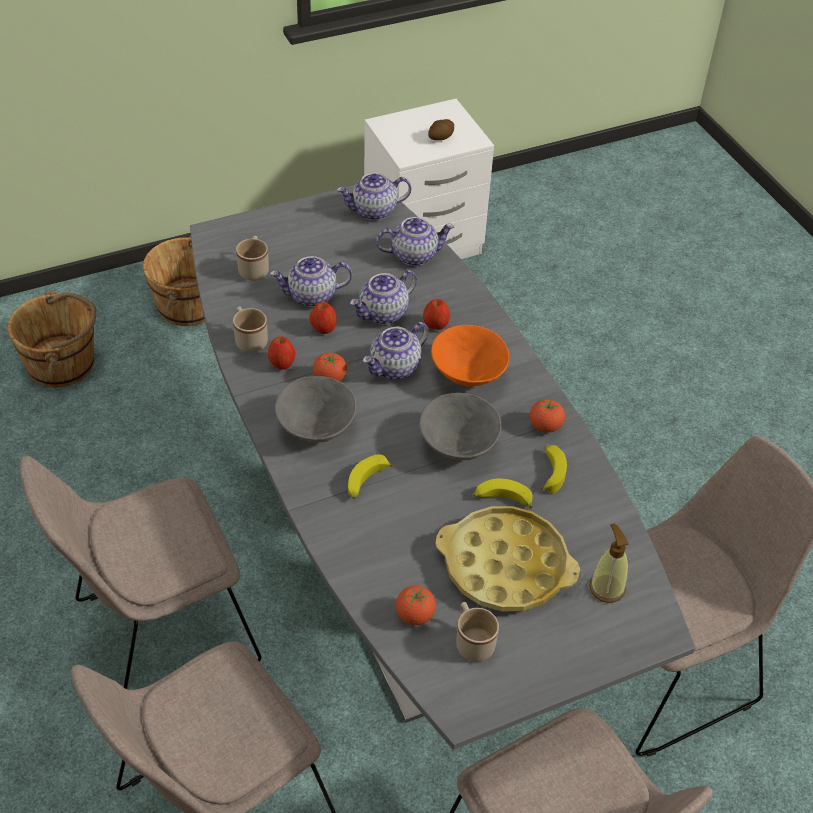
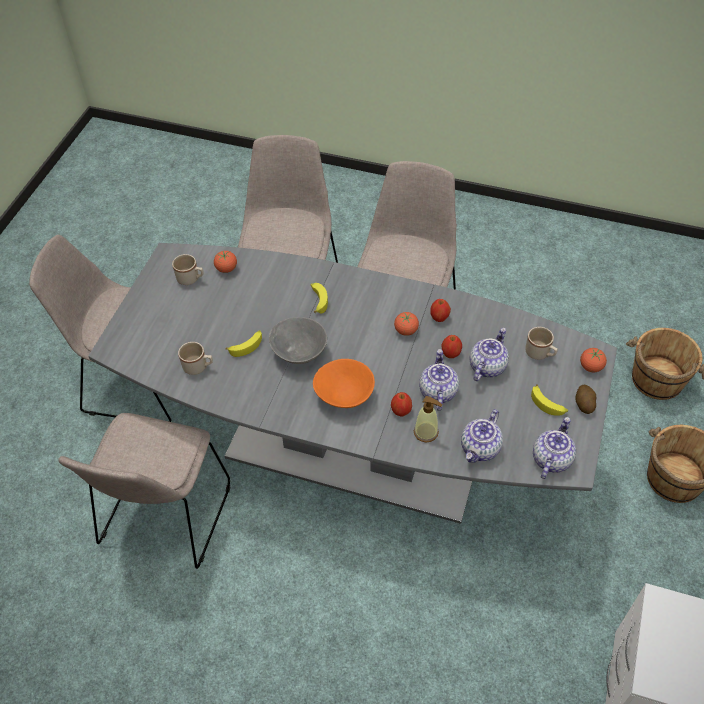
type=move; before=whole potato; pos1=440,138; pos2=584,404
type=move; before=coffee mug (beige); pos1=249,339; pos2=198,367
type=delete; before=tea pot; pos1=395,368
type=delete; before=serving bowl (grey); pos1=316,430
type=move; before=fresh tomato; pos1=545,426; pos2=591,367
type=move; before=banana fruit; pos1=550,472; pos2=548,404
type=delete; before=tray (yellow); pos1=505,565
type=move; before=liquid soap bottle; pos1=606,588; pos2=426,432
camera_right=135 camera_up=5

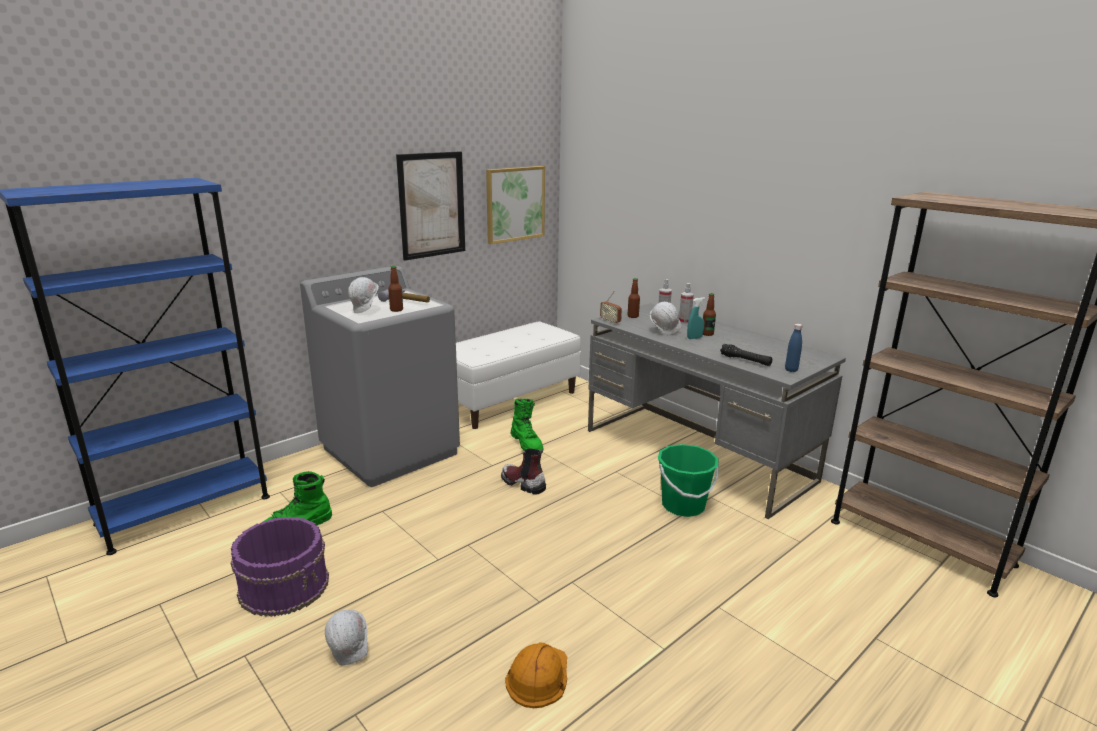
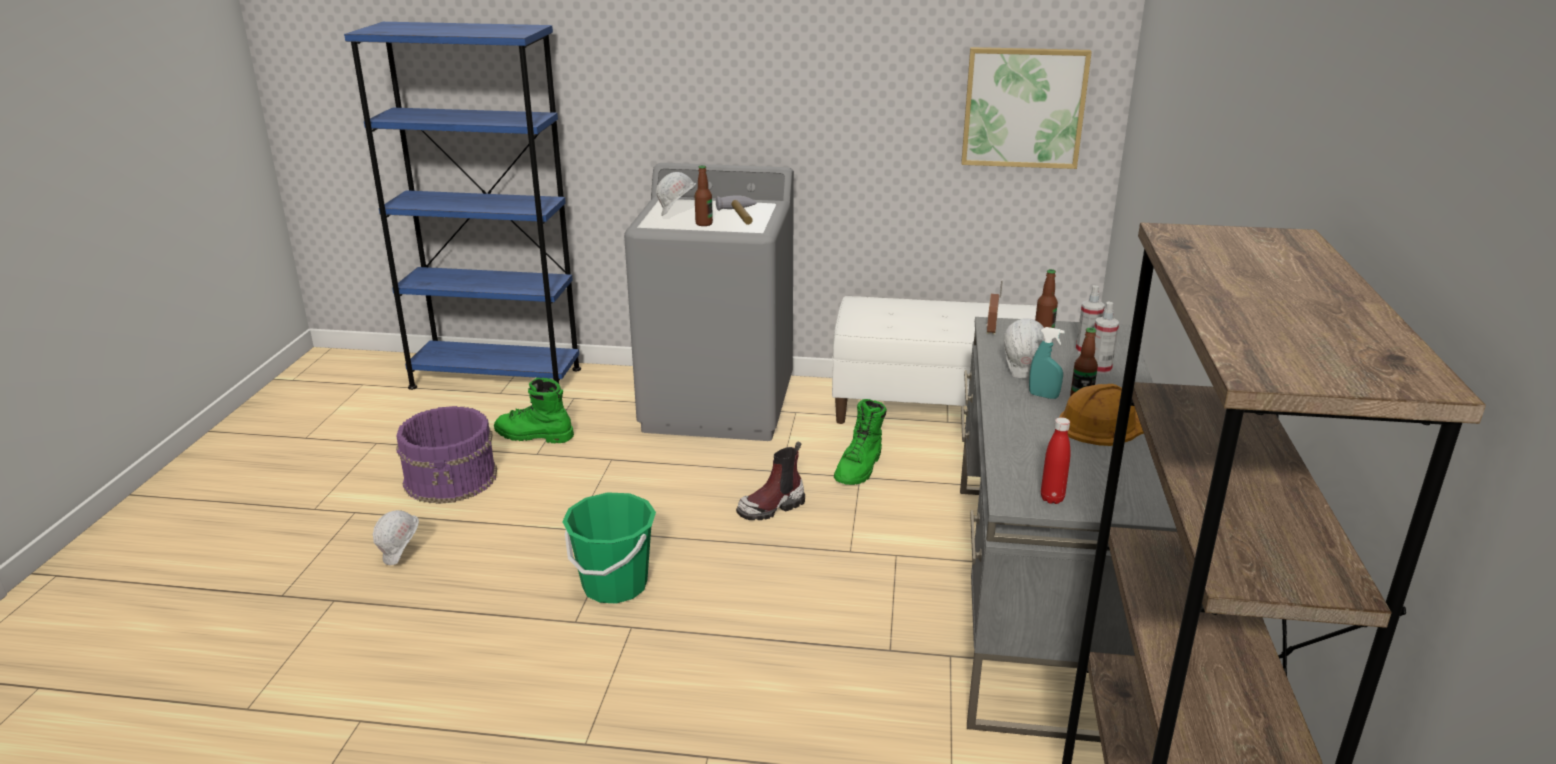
type=delete; before=wall art; pos1=432,205
type=recolor; before=drink bottle (bluish); after=drink bottle (red); pos1=791,370; pos2=1052,498
type=delete; before=hand torch (black-coloured); pos1=745,360
type=move; before=water bucket (green); pos1=683,506; pos2=614,585
type=rotate; before=tall boot; pos1=522,483; pos2=772,507; turn=-120
type=move; before=hard hat (orange-coloured); pos1=538,676; pos2=1103,424
camera_right=50 camera_up=5

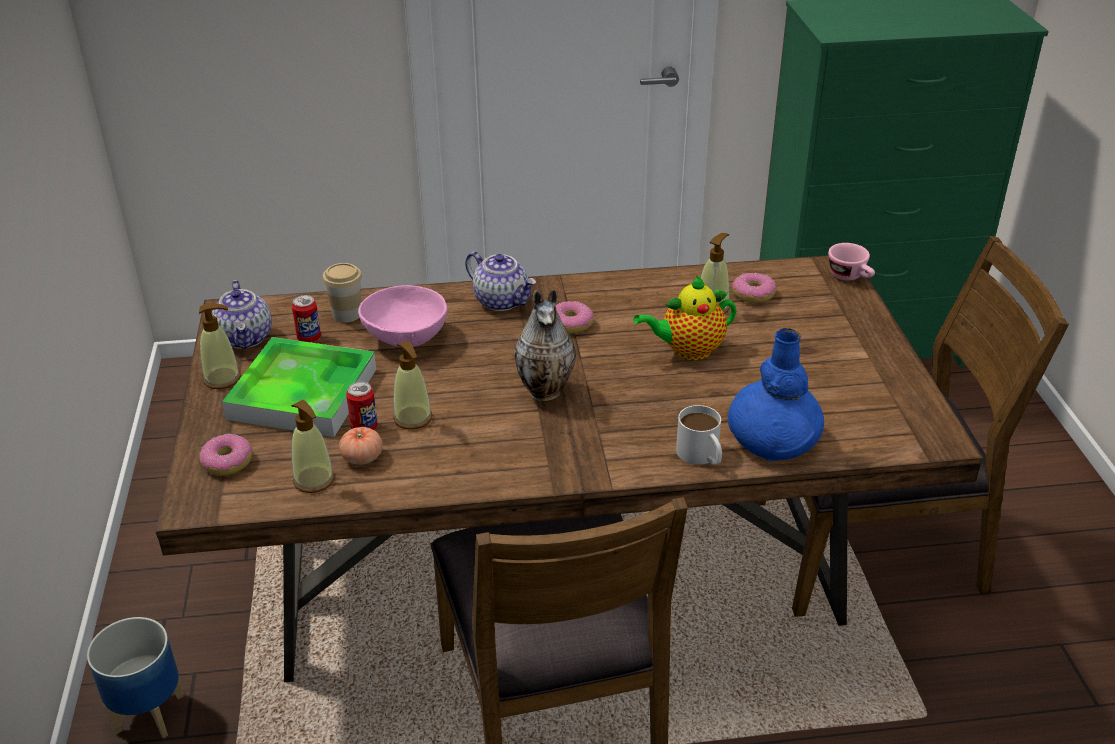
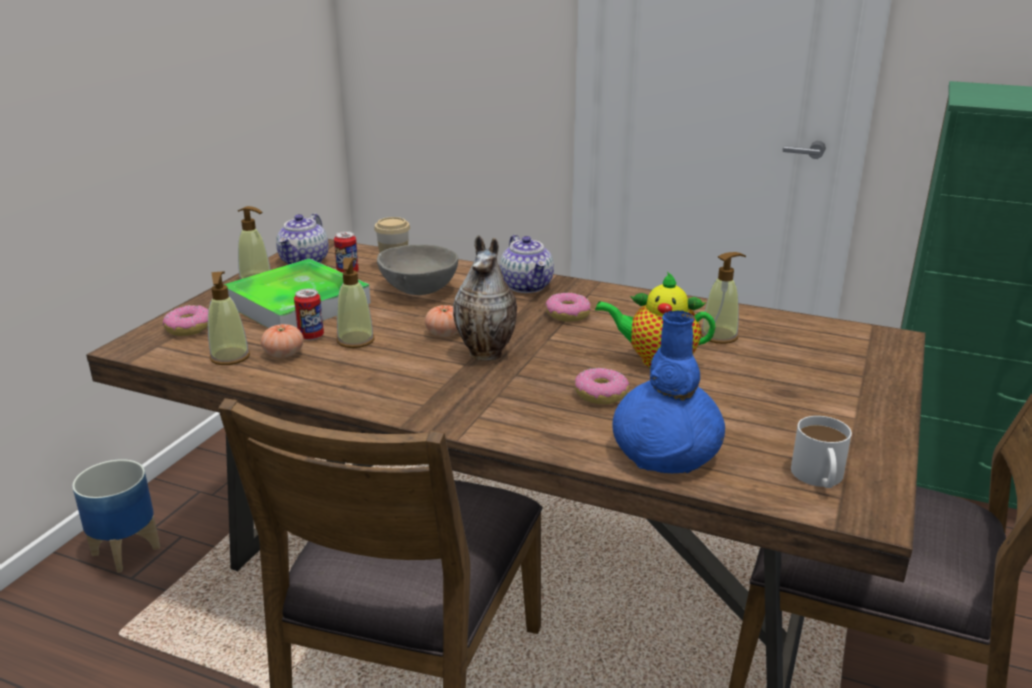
type=delete; before=small cup (pink); pos1=850,277
type=move; before=donut; pos1=753,294; pos2=601,395
type=recolor; before=serving bowl (pink); after=serving bowl (grey); pos1=407,338; pos2=419,291
type=move; before=coffee mug (whitish); pos1=701,456; pos2=819,478
type=insert; after=fresh tomato; pos2=445,333
camera_right=30 camera_up=-10

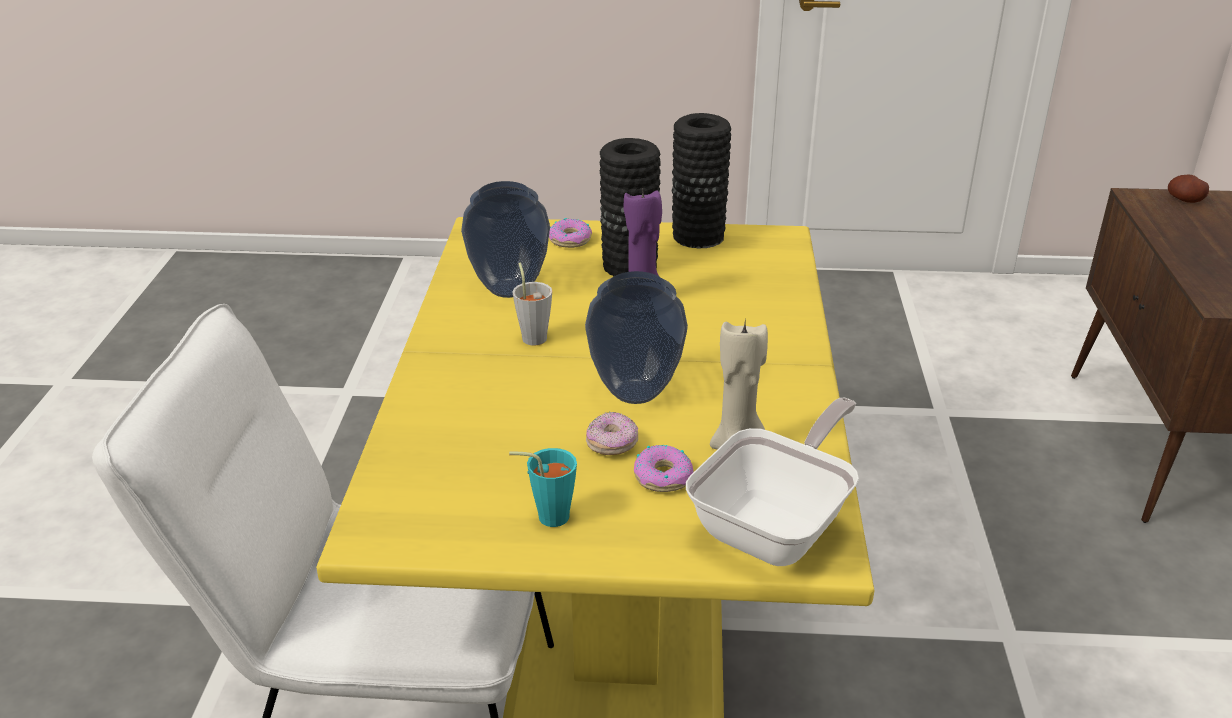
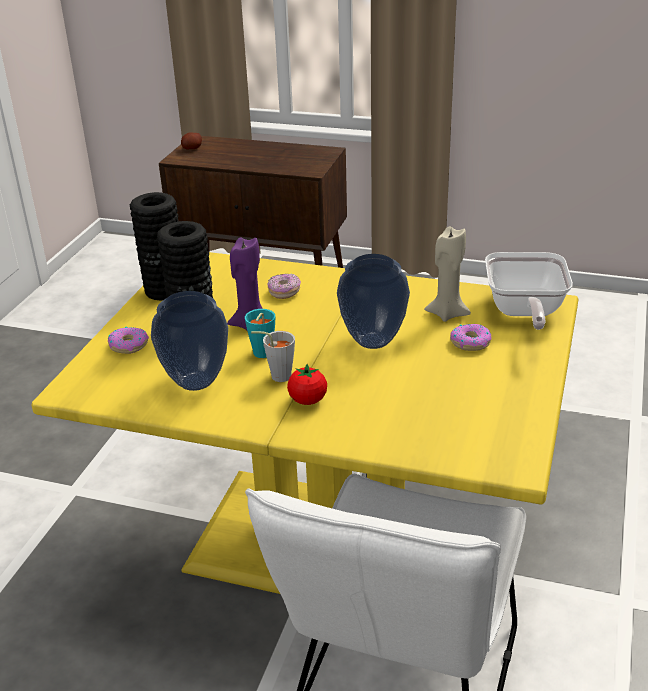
type=rotate; before=frying pan; pos1=778,526; pos2=524,312; turn=-135
type=move; before=donut; pos1=612,445; pos2=284,292
type=move; before=small cup (turquoise-coloured); pos1=546,516; pos2=261,355
type=insert; after=fresh tomato; pos2=308,400
camera_right=-75 camera_up=0

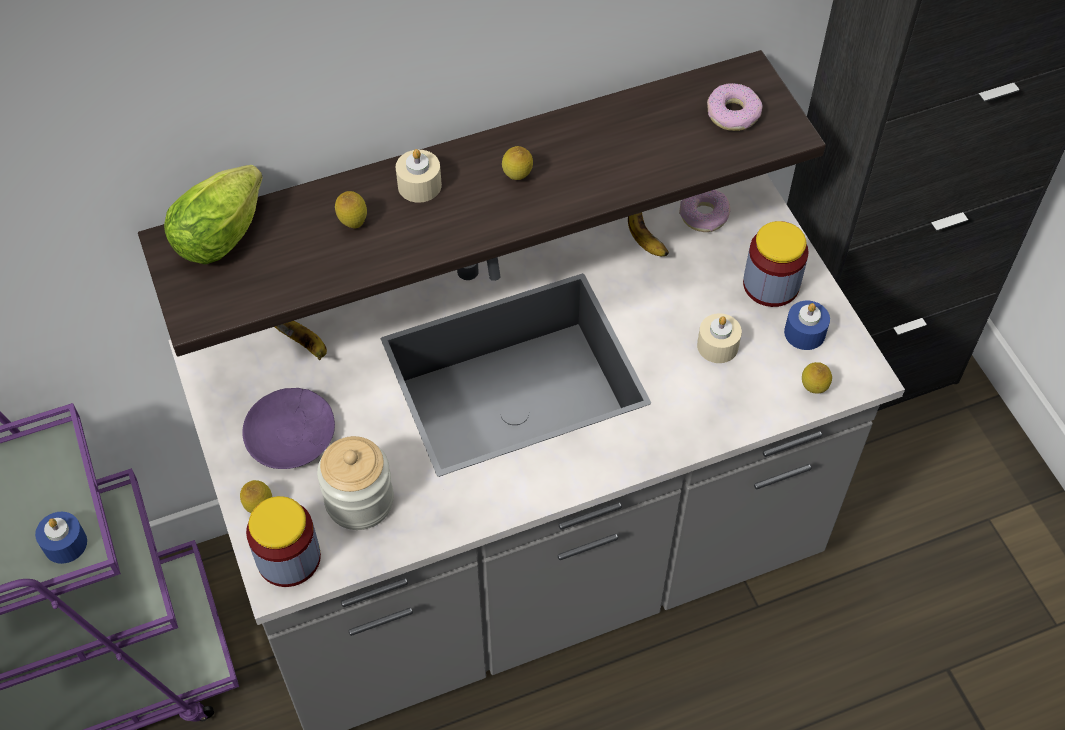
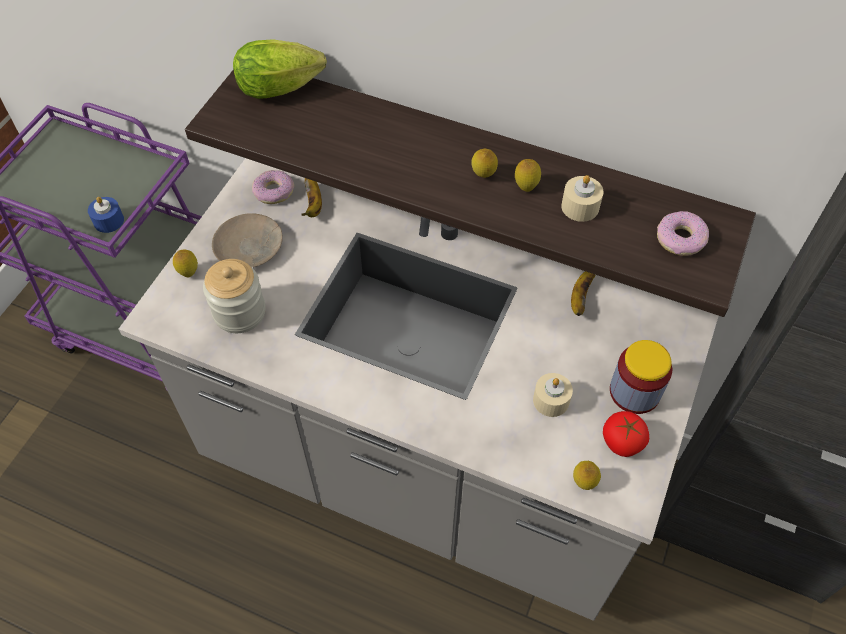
type=move; before=wax candle (beige); pos1=419,185; pos2=580,207
type=move; before=donut; pos1=703,215; pos2=273,191
type=move; before=citrus fruit; pos1=353,223; pos2=526,187
type=replace; before=wax candle (bluish); after=fresh tomato; pos1=804,333; pos2=621,441
type=recolor; before=dinner plate (purplish); after=dinner plate (beige); pos1=291,434; pos2=250,247
type=delete; before=jar; pos1=288,558
camera_right=45 camera_up=0

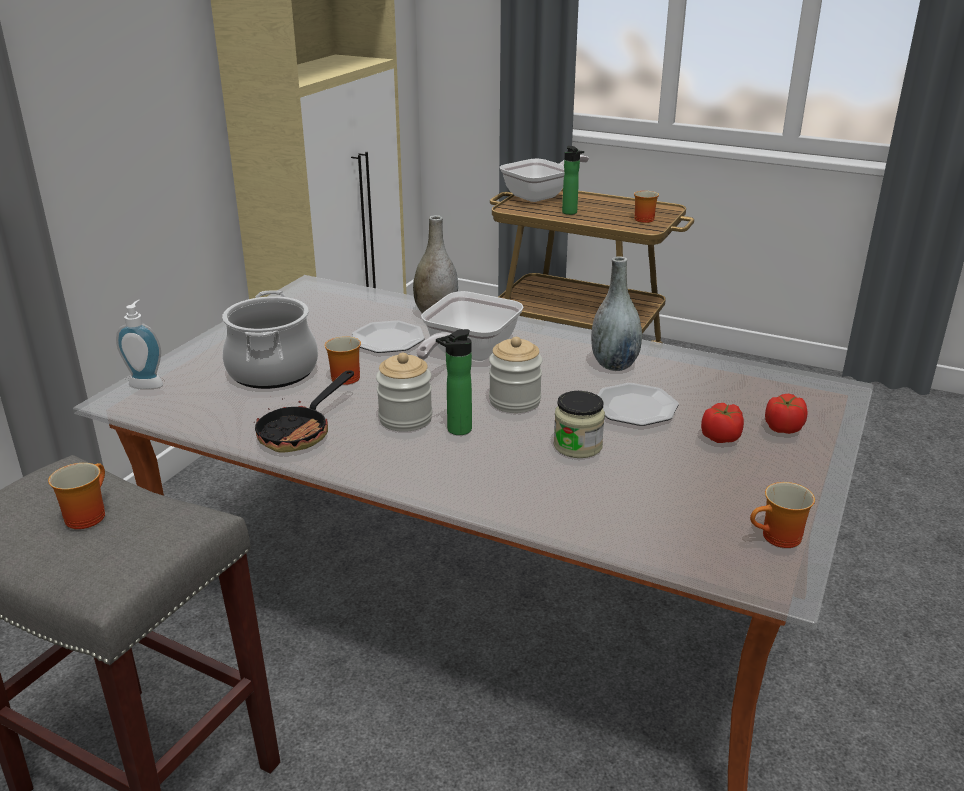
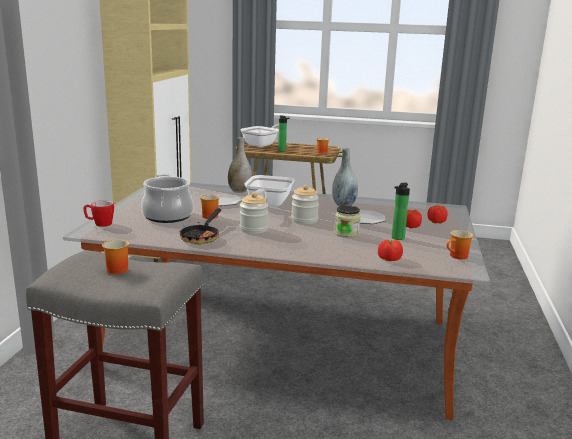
type=replace; before=liquid soap bottle; after=coffee mug; pos1=148,383; pos2=100,224
type=move; before=drink bottle; pos1=456,430; pos2=397,238
type=insert; after=fresh tomato; pos2=389,259
camera_right=-15 camera_up=-10

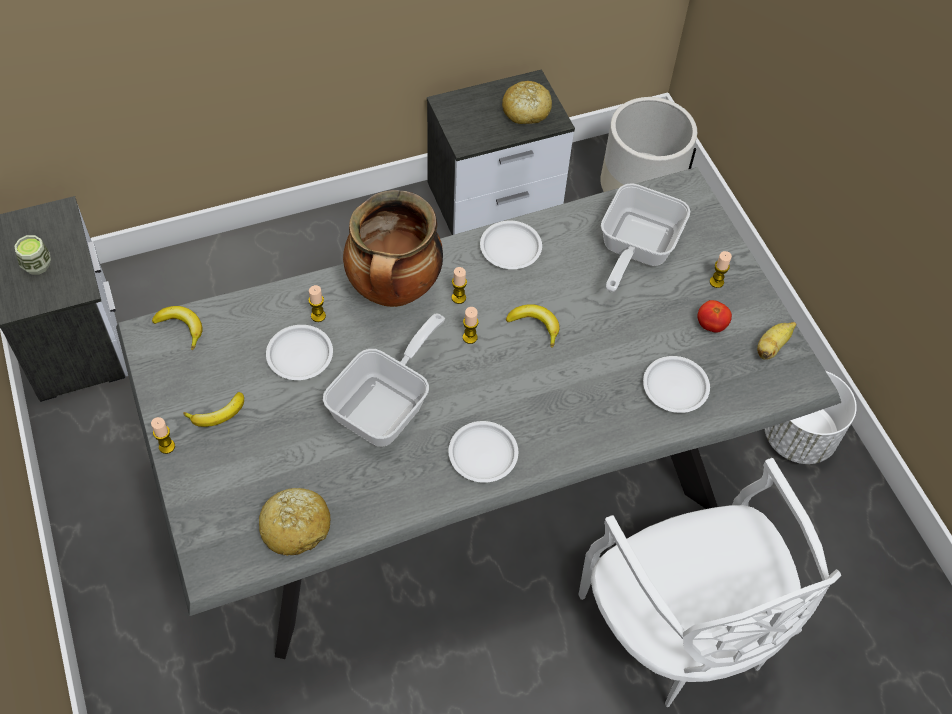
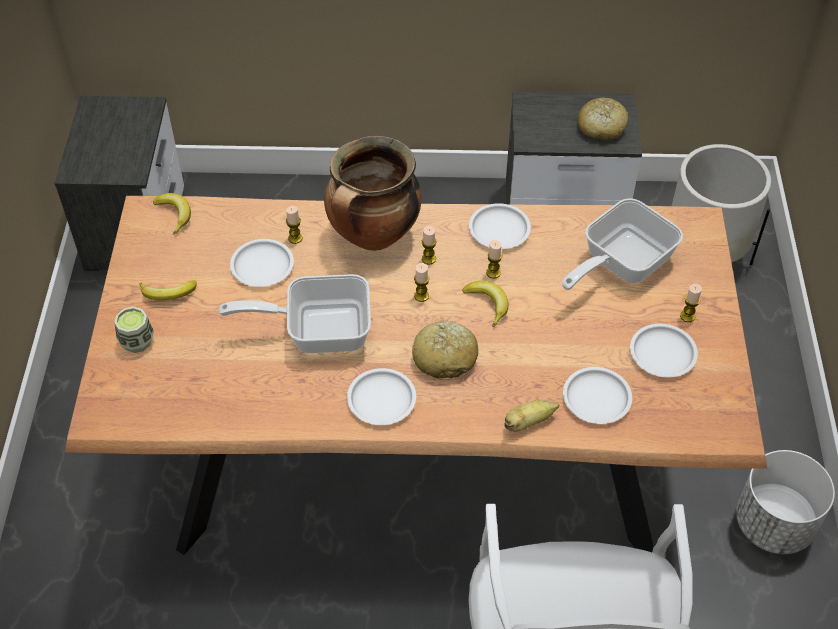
type=recolor; before=dining table (grey); after=dining table (brown); pos1=467,485; pos2=418,460
type=move; before=small cup; pos1=37,265; pos2=137,341
type=replace; before=fresh tomato; after=dinner plate (whitish); pos1=711,325; pos2=662,353
type=rotate; before=frying pan; pos1=387,404; pos2=317,330; turn=-150
type=move; before=banana fruit; pos1=772,347; pos2=528,422
type=move; before=wax candle; pos1=167,446; pos2=493,273
type=move; before=bread; pos1=296,527; pos2=445,357
camera_right=25 camera_up=-5

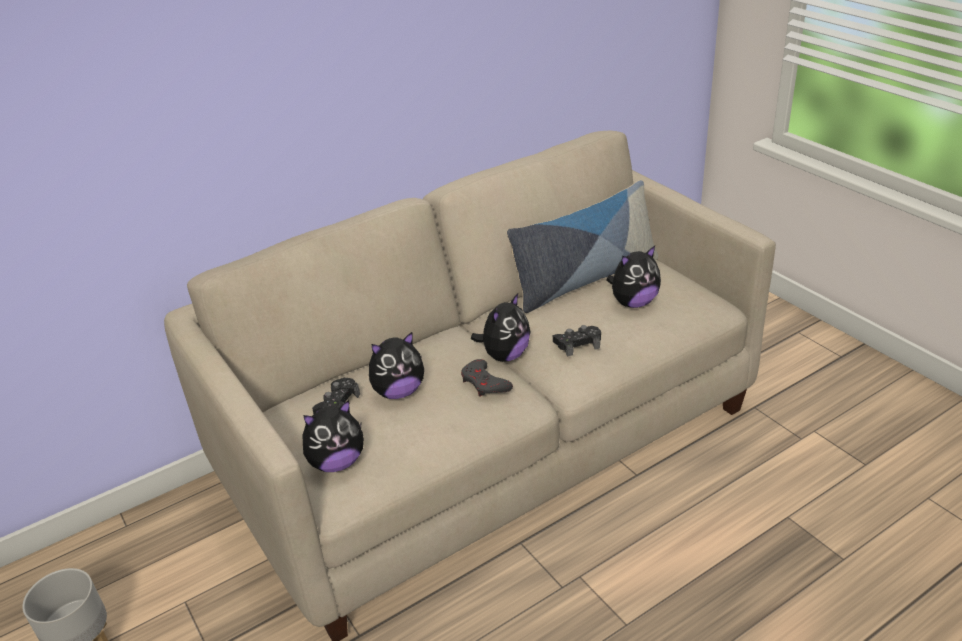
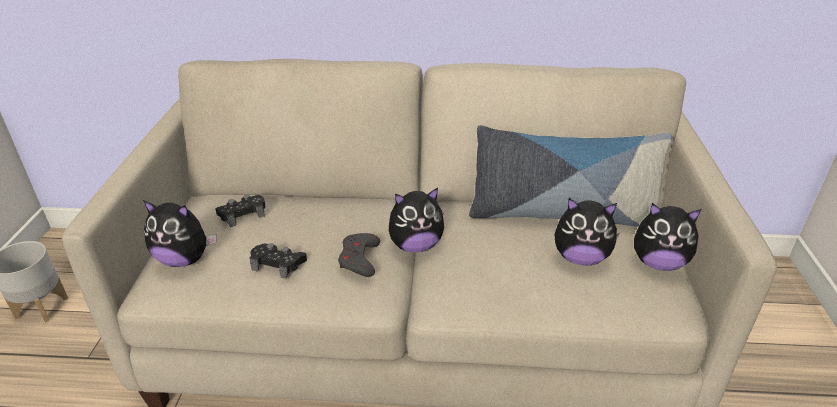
type=move; before=joypad (black-coloured); pos1=577,344; pos2=278,264
type=move; before=soft toy; pos1=398,391; pos2=658,263
camera_right=35 camera_up=0

